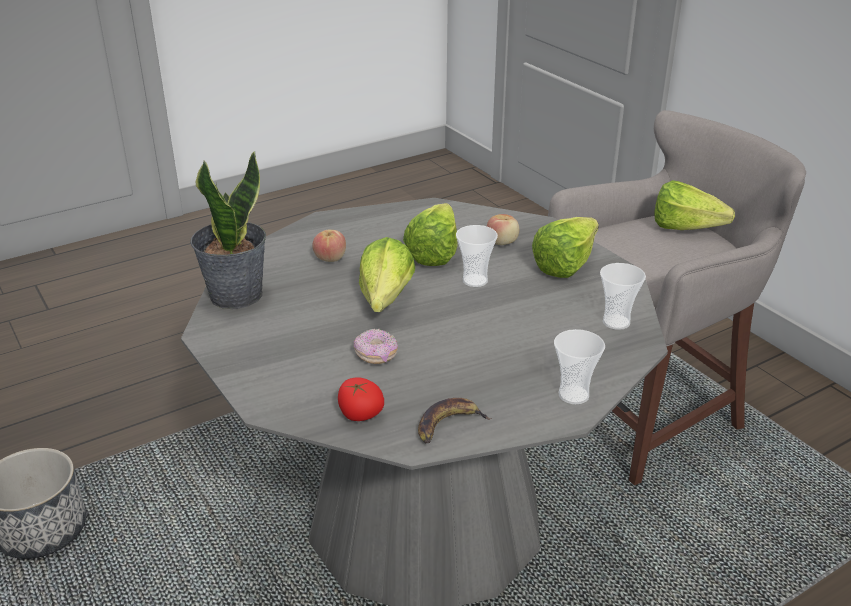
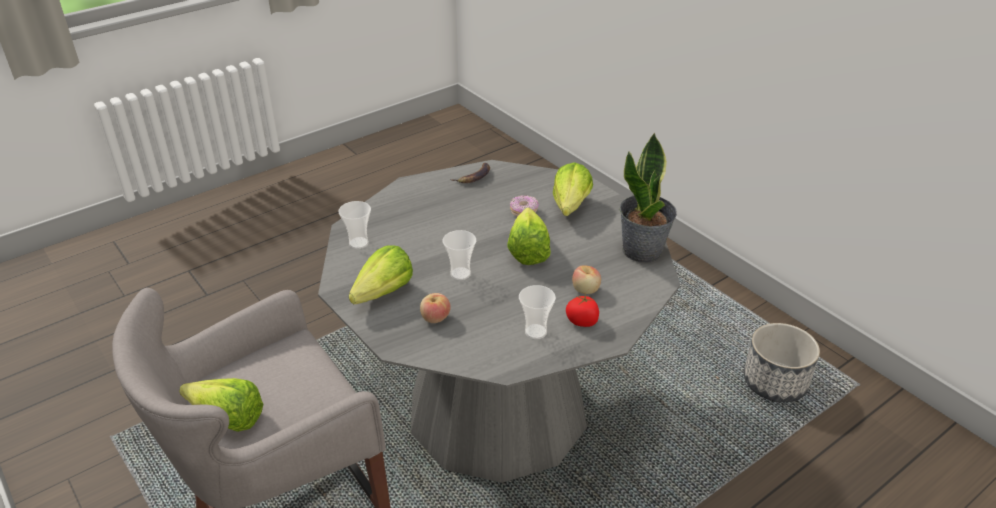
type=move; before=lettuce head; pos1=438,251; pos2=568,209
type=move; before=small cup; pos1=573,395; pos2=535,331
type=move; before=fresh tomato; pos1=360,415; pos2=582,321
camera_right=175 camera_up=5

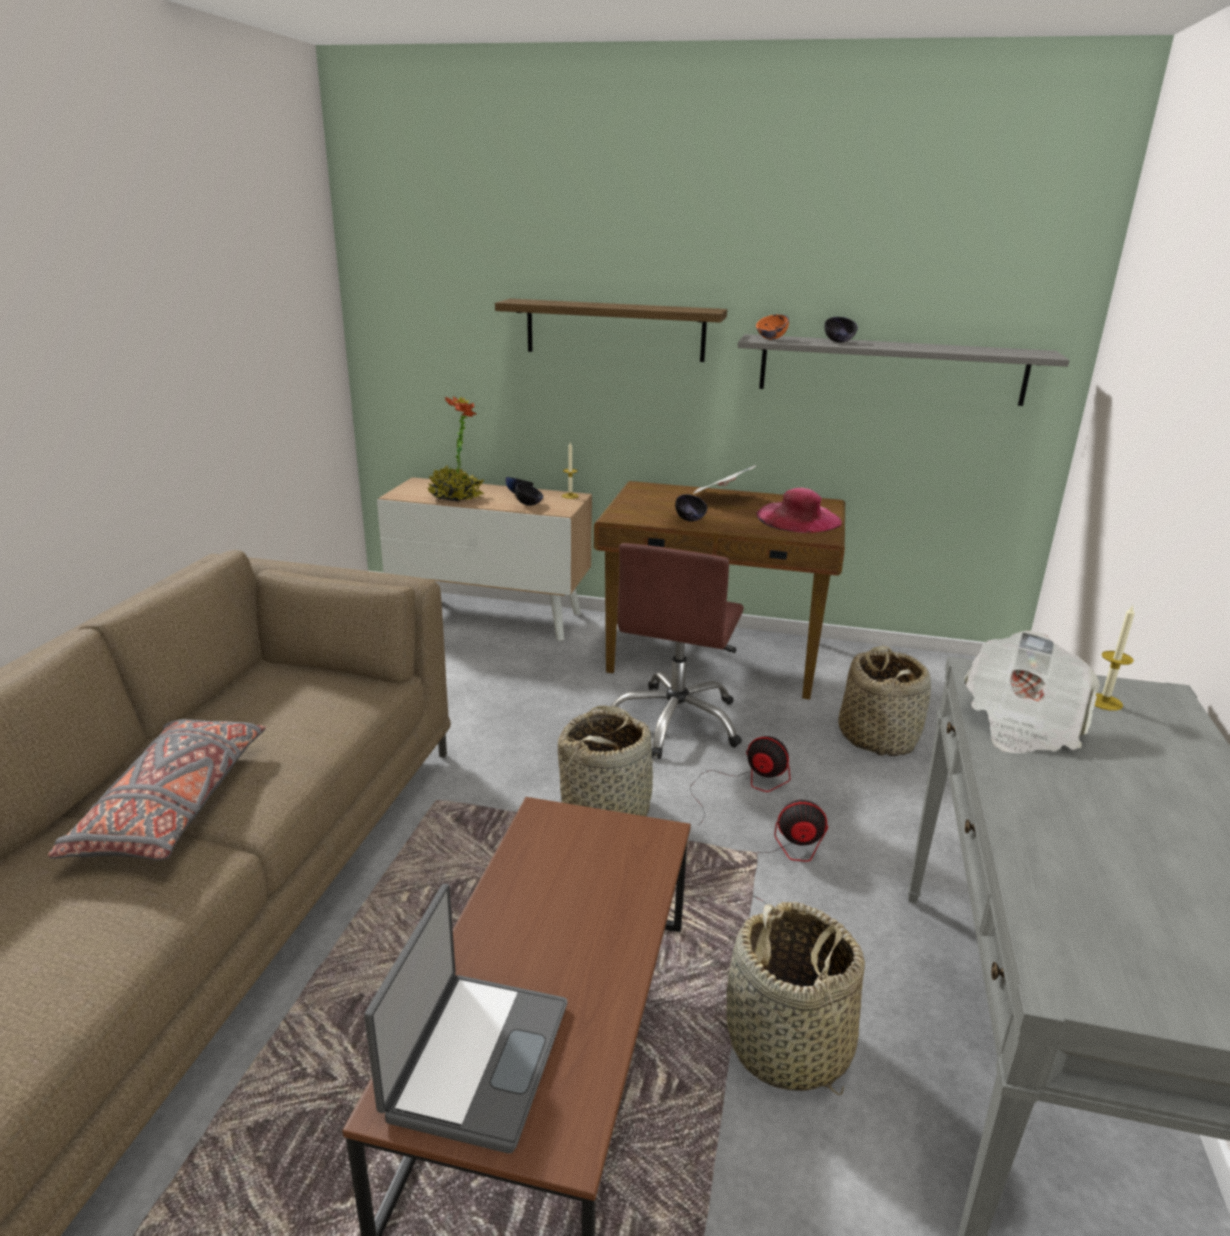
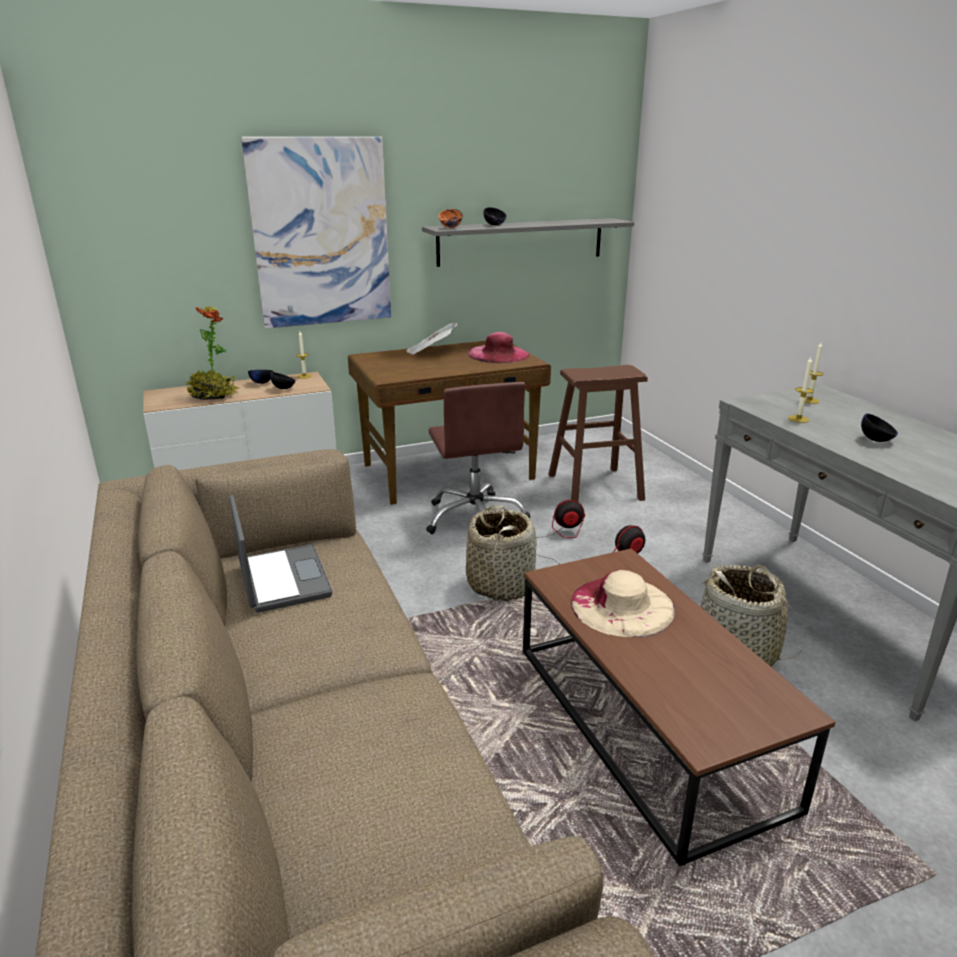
type=replace; before=shelf; after=wall art; pos1=615,330; pos2=321,233
type=move; before=serving bowl (black-coloured); pos1=690,520; pos2=876,440
type=replace; before=printed paper; after=wax candle; pos1=1022,723; pos2=798,419
type=replace; before=household basket; after=stool seat (brown); pos1=878,737; pos2=595,487
type=delete; before=cushion (grey); pos1=173,807
type=move; before=portable computer; pos1=475,1058; pos2=282,580
type=insert; after=wearable hat (beige); pos2=622,606
camera_right=-35 camera_up=0

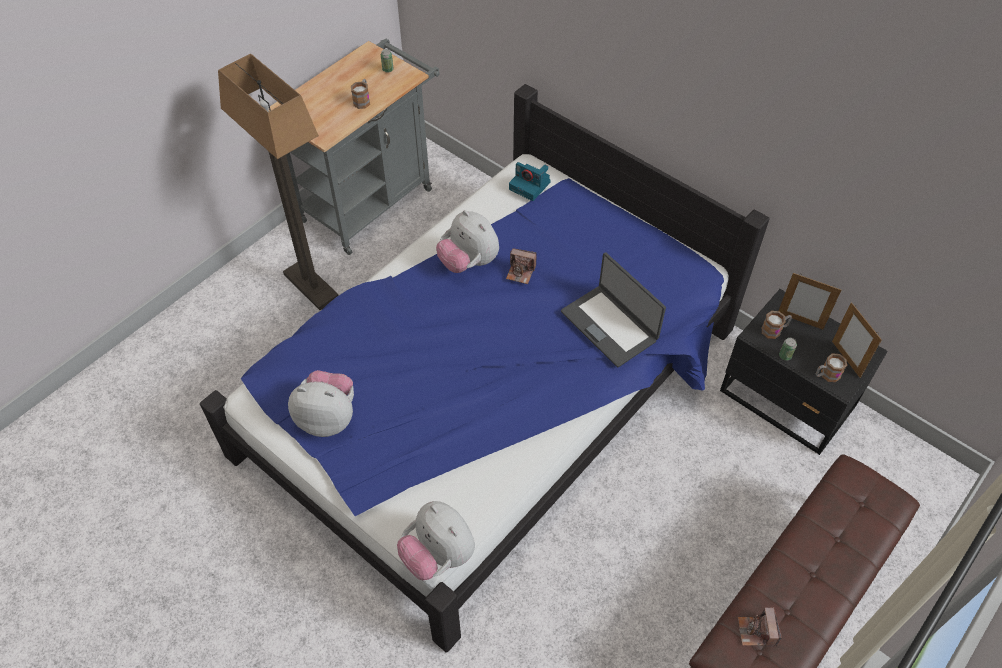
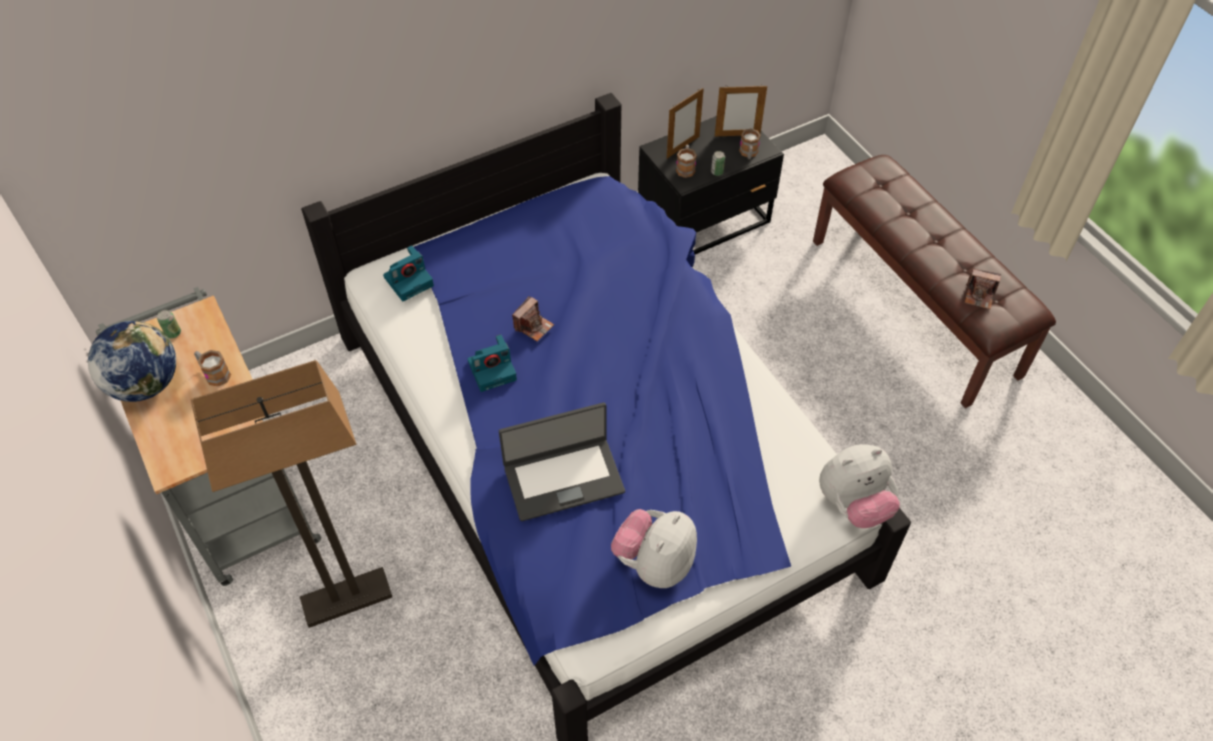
type=replace; before=soft toy; after=photo camera; pos1=468,262; pos2=493,369
type=move; before=portable computer; pos1=610,325; pos2=563,478
type=insert; after=desk globe; pos2=145,384
camera_right=-70 camera_up=0

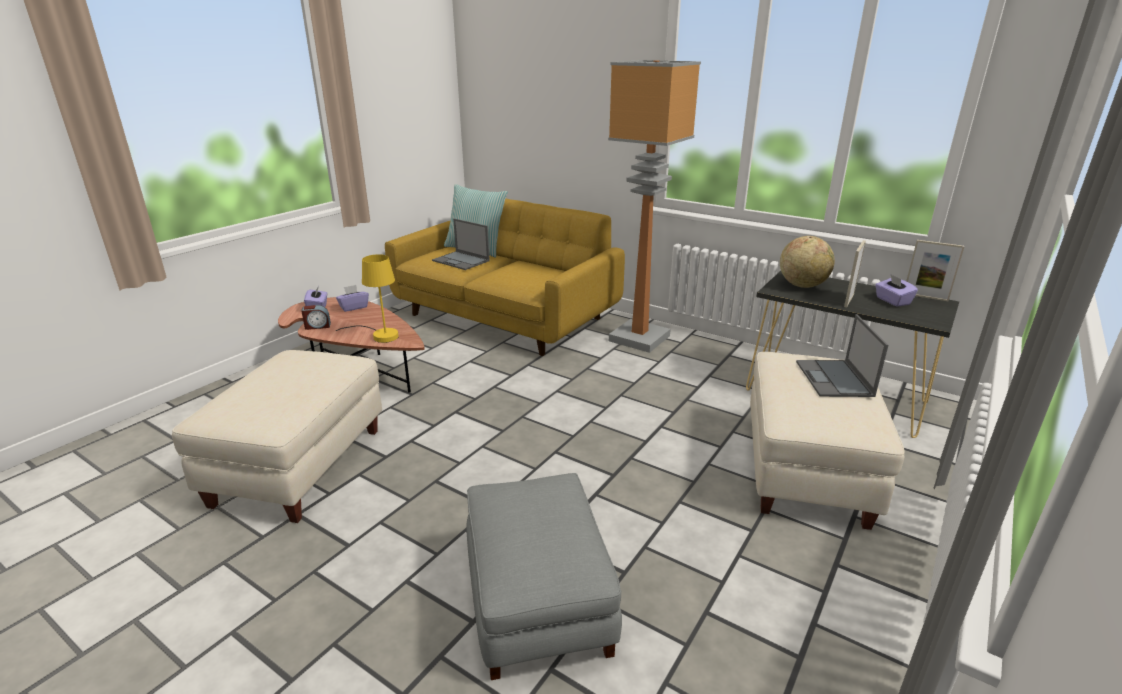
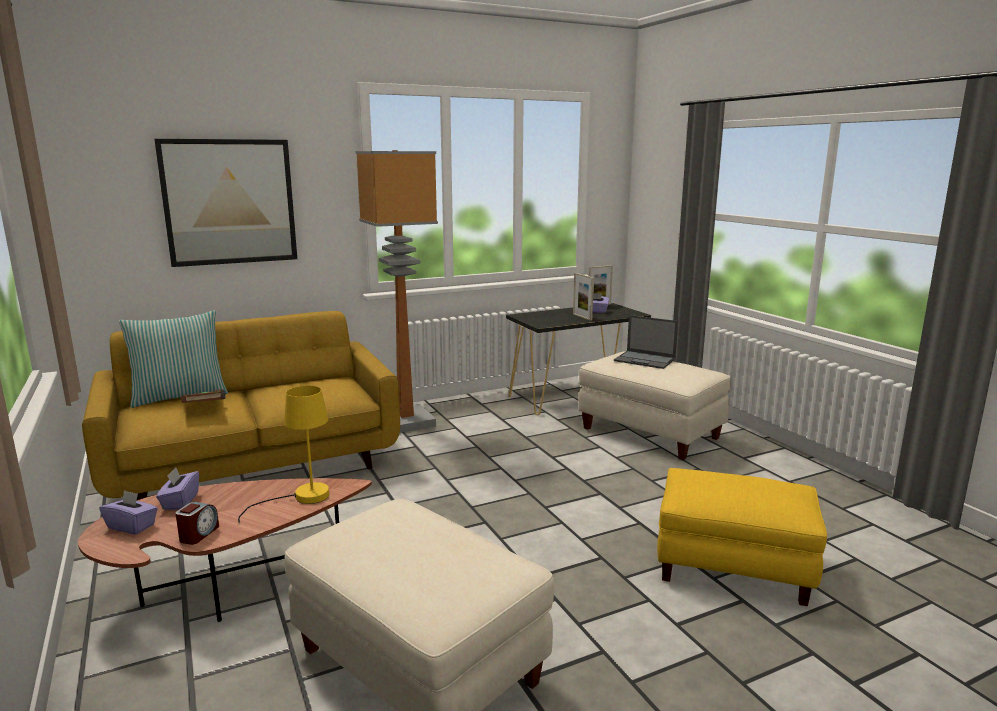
type=replace; before=portable computer; after=book (brown); pos1=461,261; pos2=205,408
type=delete; before=desk globe; pos1=802,285
type=recolor; before=pouffe (grey); after=pouffe (yellow); pos1=536,601; pos2=732,566
type=insert; after=wall art; pos2=229,202
camera_right=-60 camera_up=-10

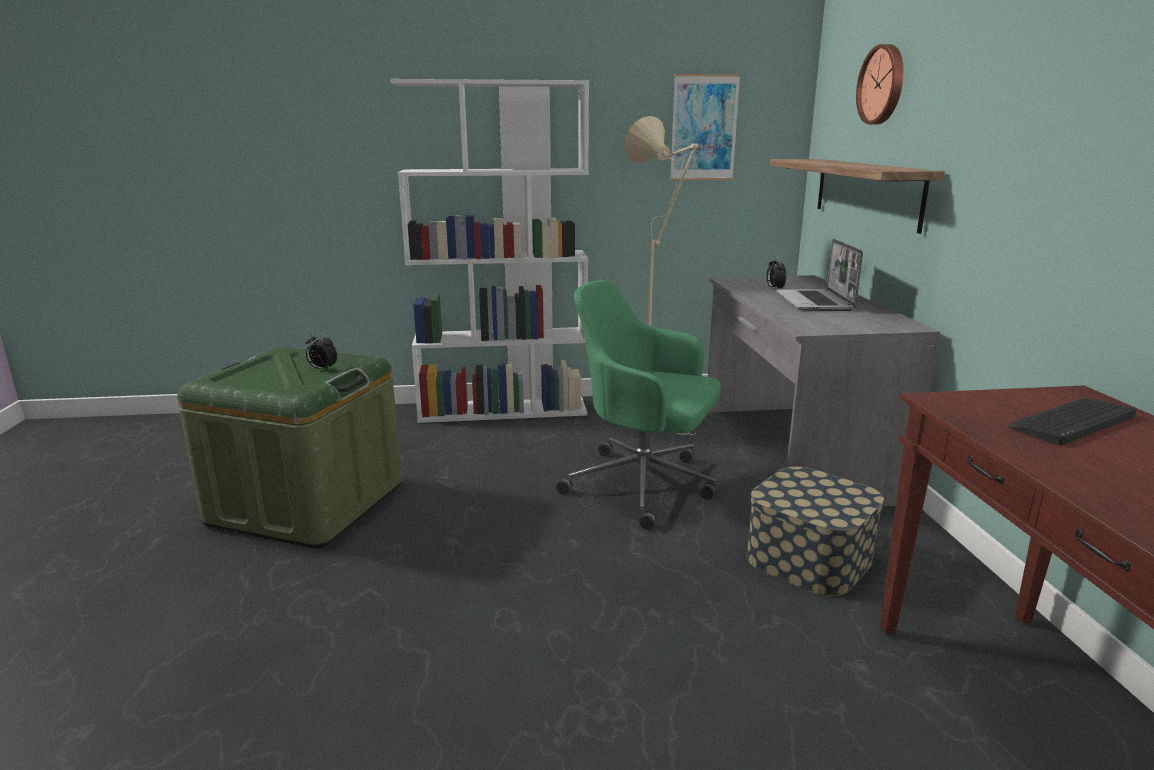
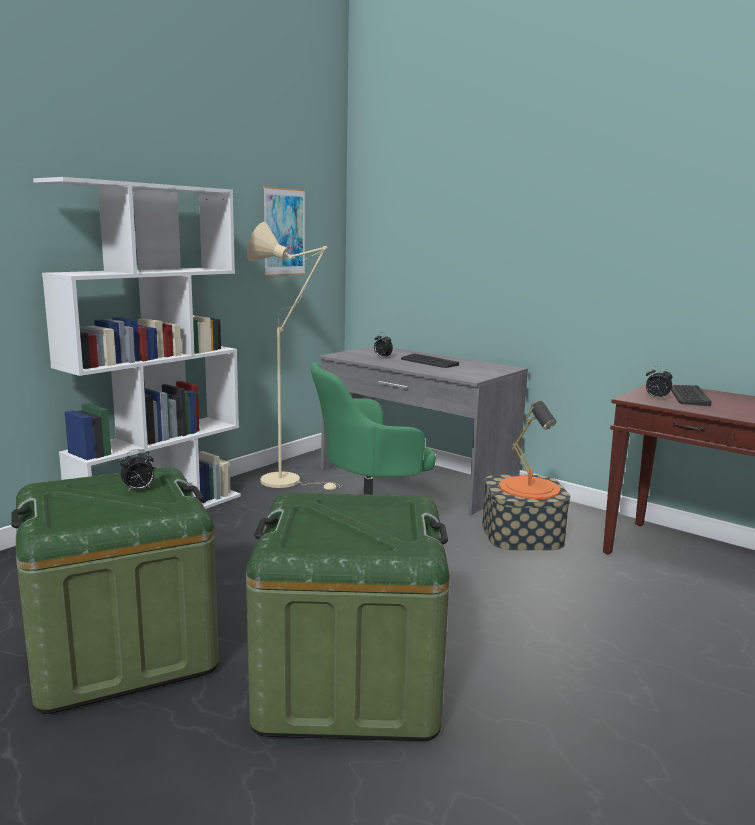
type=delete; before=hanging clock; pos1=883,85
type=delete; before=shelf; pos1=866,192
type=replace; before=portable computer; after=computer keyboard; pos1=815,302; pos2=429,362
type=insert; after=bedside clock; pos2=656,398
type=insert; after=tabletop lamp (orange-coloured); pos2=529,488
type=insert; after=storage container (green); pos2=349,682
camera_right=-45 camera_up=-5

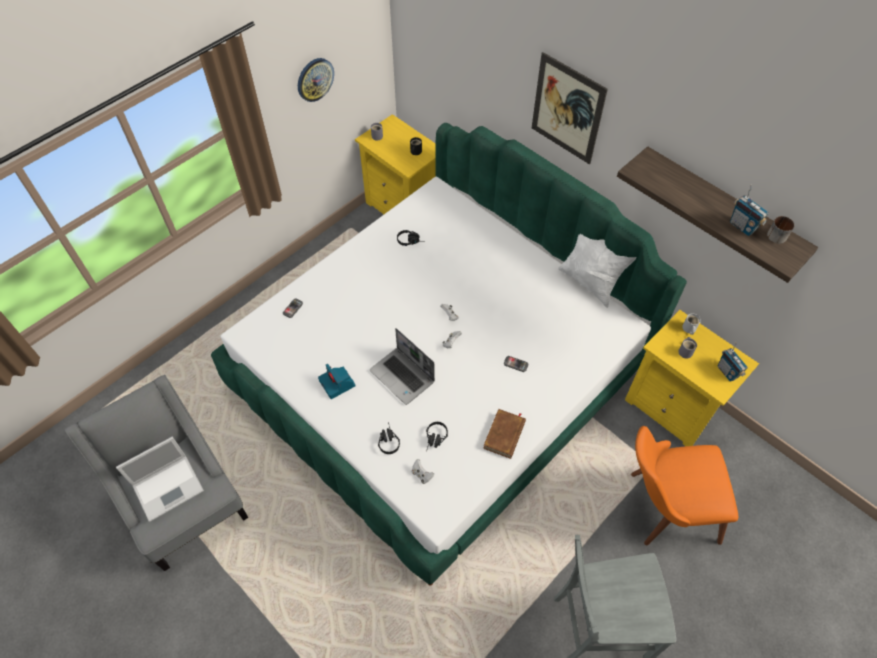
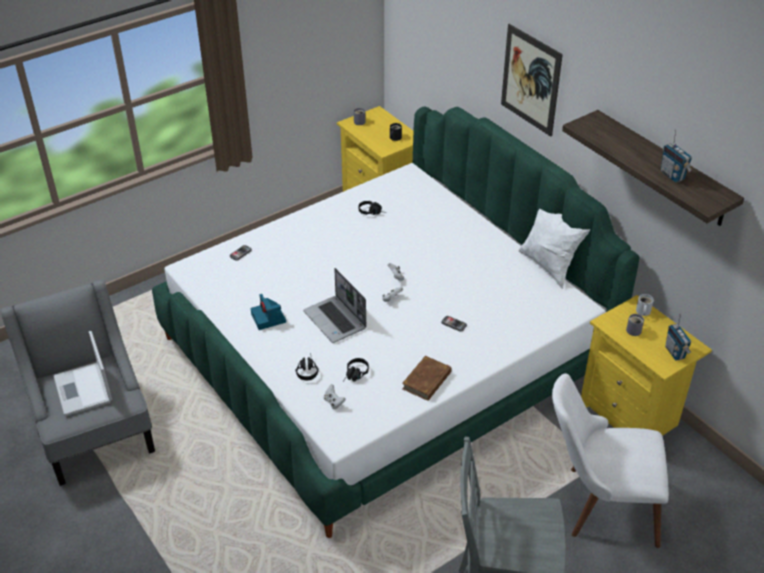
type=delete; before=hanging clock; pos1=315,79
type=delete; before=coffee mug; pos1=775,234
type=recolor; before=chair (orange-coloured); after=chair (whitish); pos1=661,507; pos2=598,504
type=rotate; before=portable computer; pos1=169,487; pos2=83,390; turn=90
camera_right=10 camera_up=-15

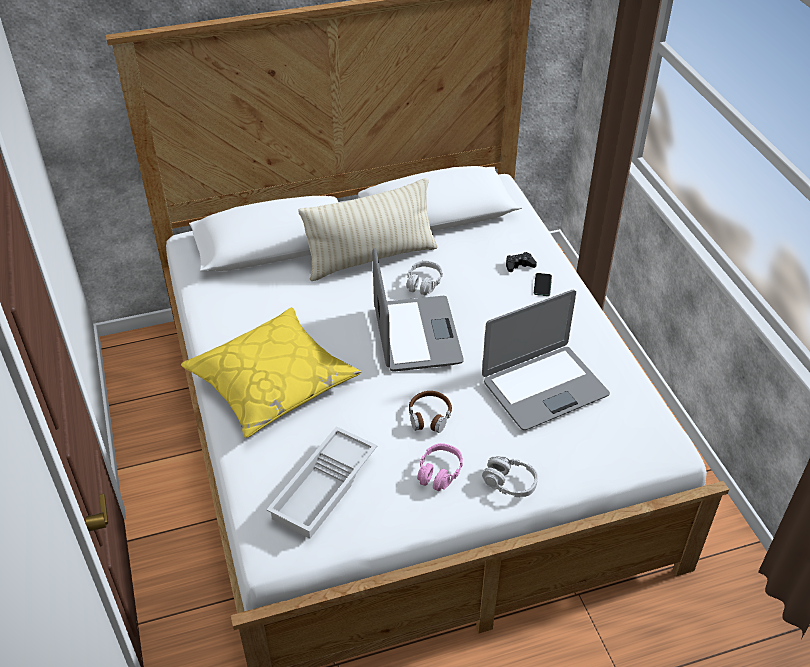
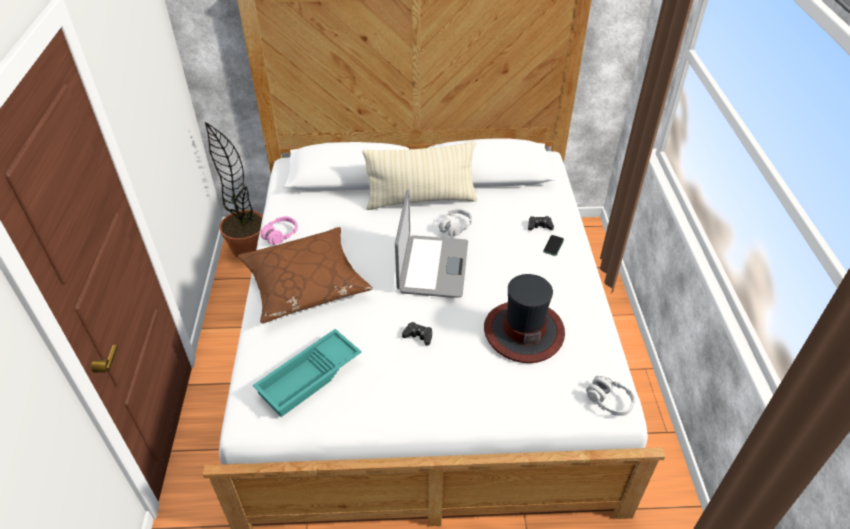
type=replace; before=portable computer; after=wearable hat; pos1=544,387; pos2=523,331
type=recolor; before=cushion (yellow); after=cushion (brown); pos1=272,382; pos2=305,283
type=replace; before=headphones (brown); after=joypad (black-coloured); pos1=429,416; pos2=418,336
type=recolor; before=tray (whitish); after=tray (turquoise-coloured); pos1=325,488; pos2=310,378
type=move; before=headphones (pink); pos1=439,472; pos2=280,235
type=move; before=headphones (grey); pos1=509,482; pos2=609,401
type=insert; after=potted plant; pos2=248,248
camera_right=15 camera_up=0

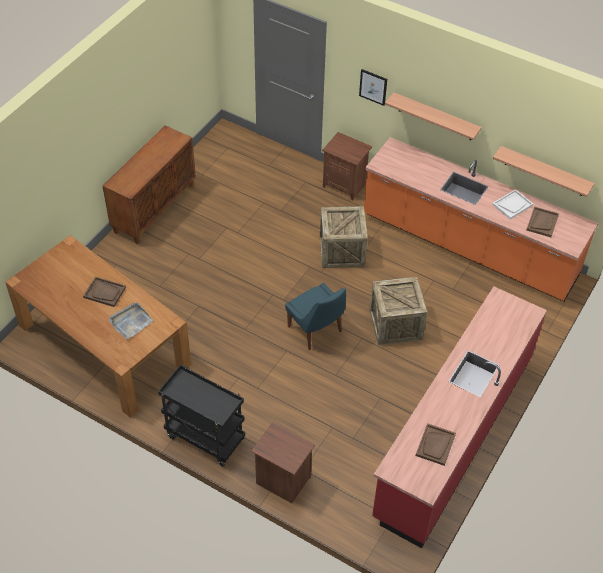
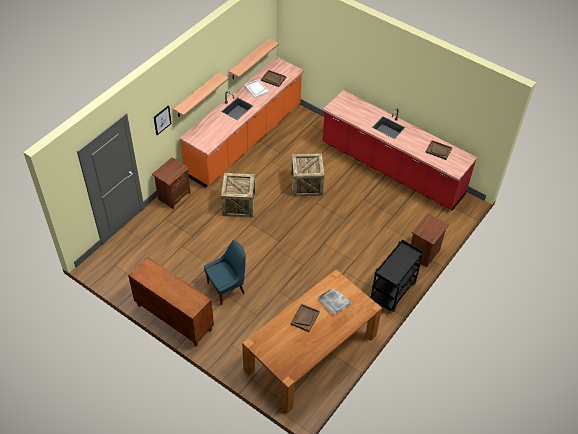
type=move; before=chair (bluish); pos1=316,330; pos2=227,287
camera_right=-85 camera_up=0

